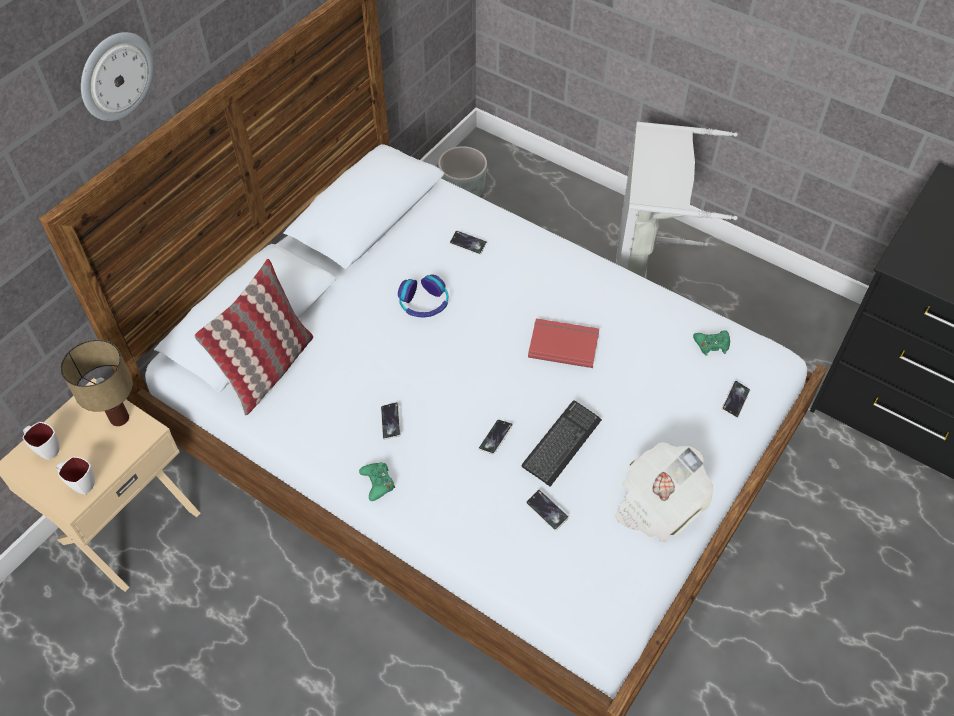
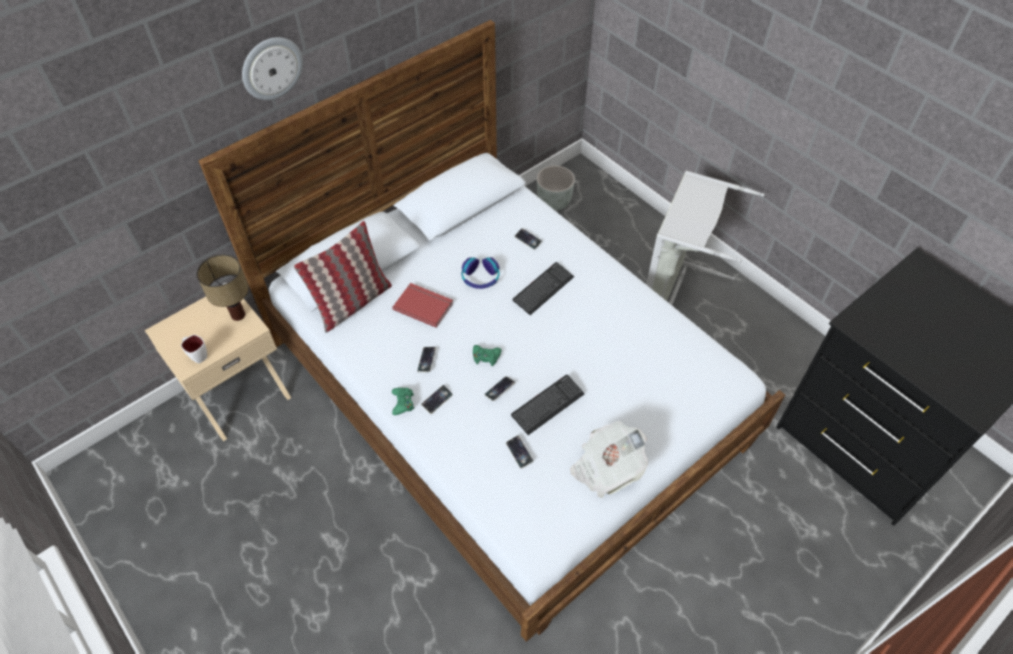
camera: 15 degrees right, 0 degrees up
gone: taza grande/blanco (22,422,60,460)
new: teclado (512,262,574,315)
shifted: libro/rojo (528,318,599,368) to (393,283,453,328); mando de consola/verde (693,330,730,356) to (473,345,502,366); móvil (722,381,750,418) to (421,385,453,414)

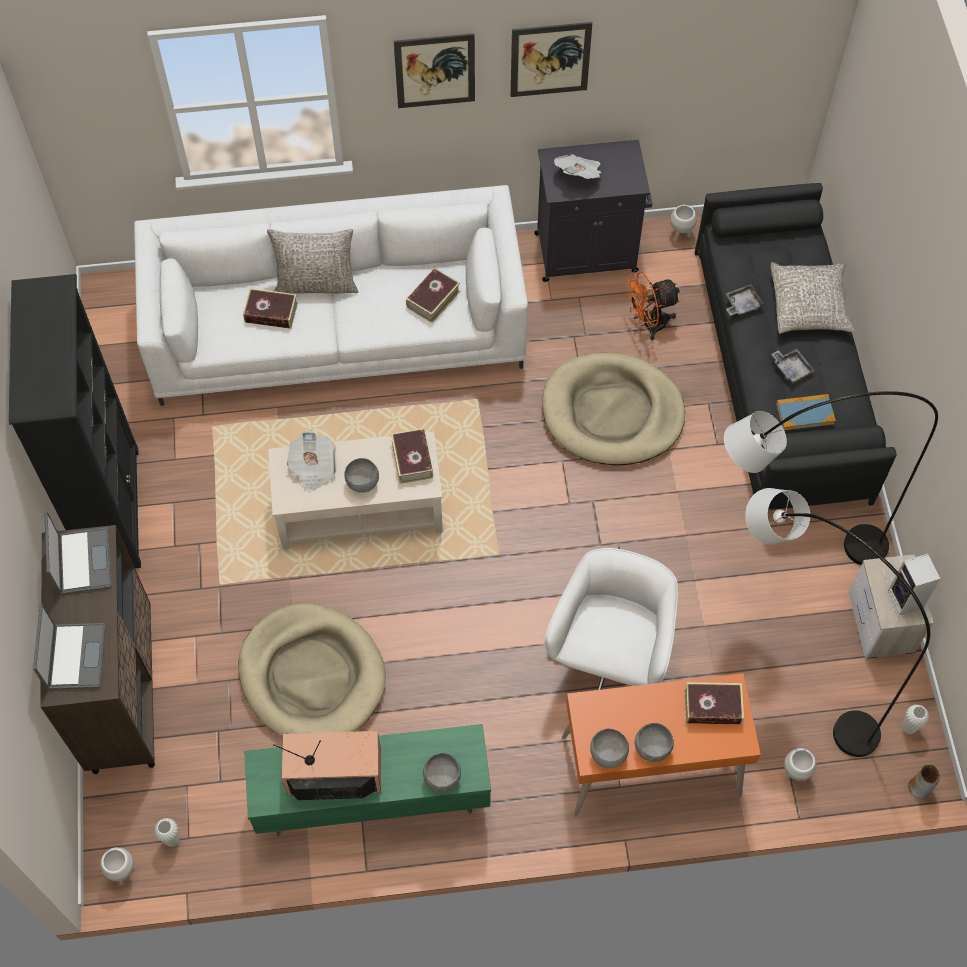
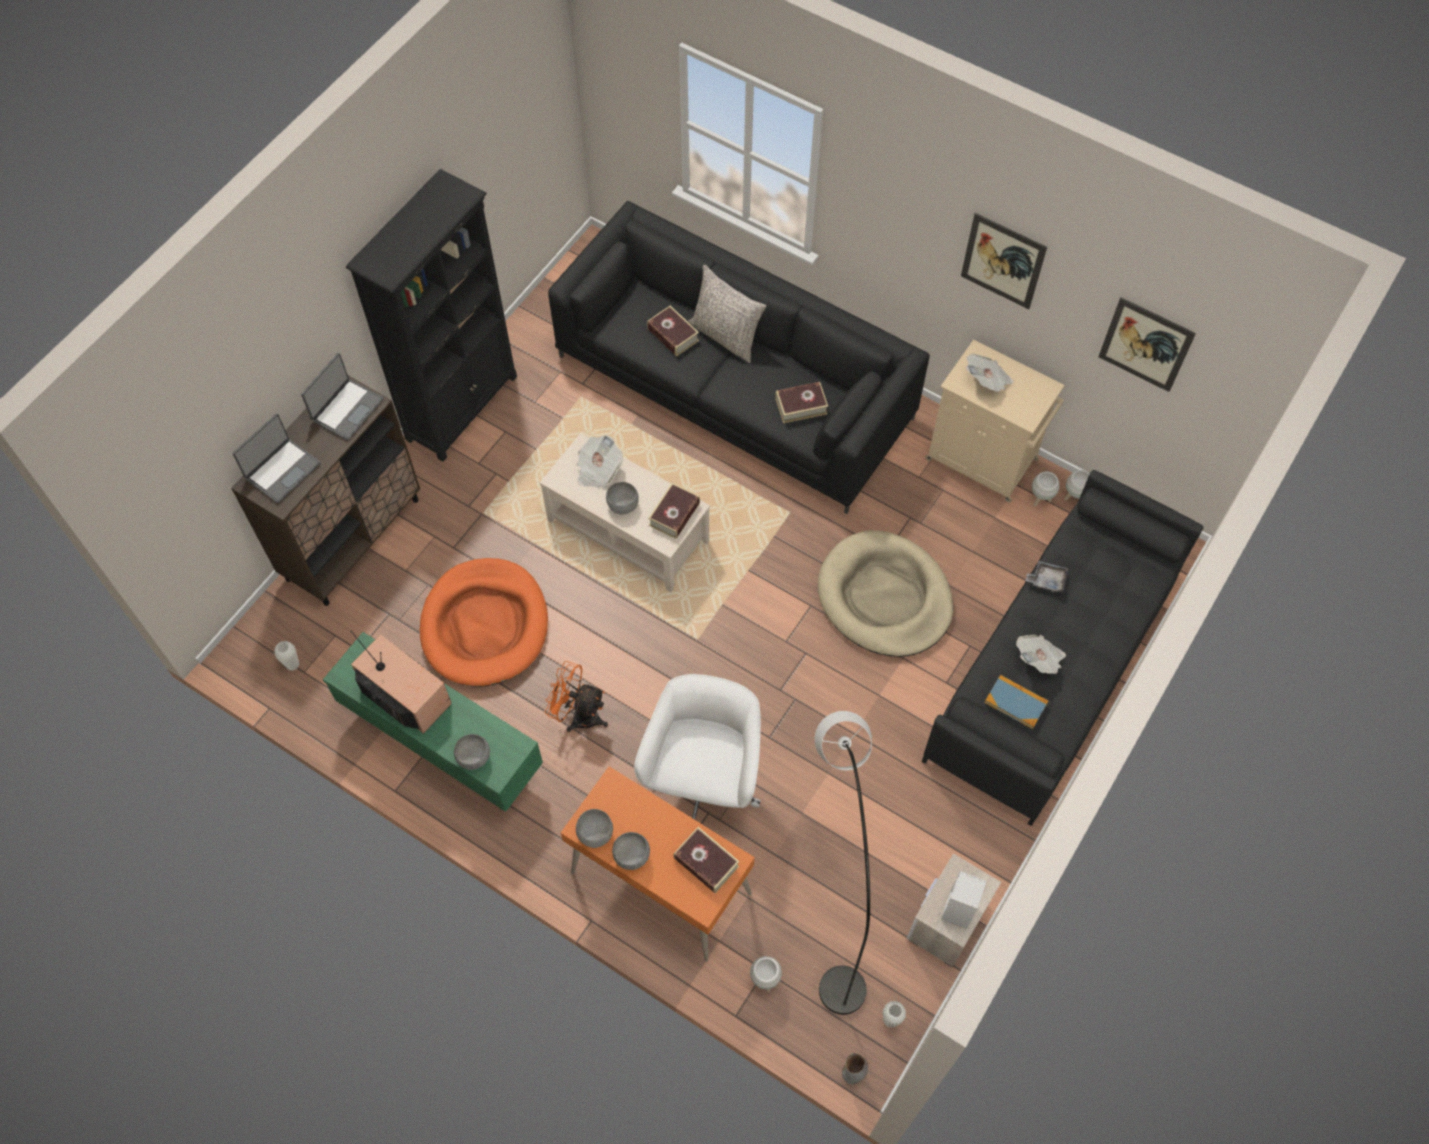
camera: 40 degrees right, 0 degrees up
gone: cojín/gris (771,262,855,334); lámpara de pie/gris (724,391,938,565)
shifted: cuadro (394,33,475,108) to (1098,297,1196,392); ventilador/naranja (625,271,680,340) to (544,661,608,732); maceta/blanco (100,847,135,885) to (1032,472,1060,506)
swapped: bandeja/gris (771,349,815,383) to periódico (1016,635,1066,674)
repainted: armario/negro (534,140,653,282) to armario/beis (925,340,1065,503); sofá/blanco (134,185,528,406) to sofá/negro (548,201,930,514); cama para perro/beis (239,603,386,737) to cama para perro/naranja (420,558,548,687)
rotated: silla de oficina/blanco (545,548,678,690) = (634,674,761,820) 45 degrees counterclockwise

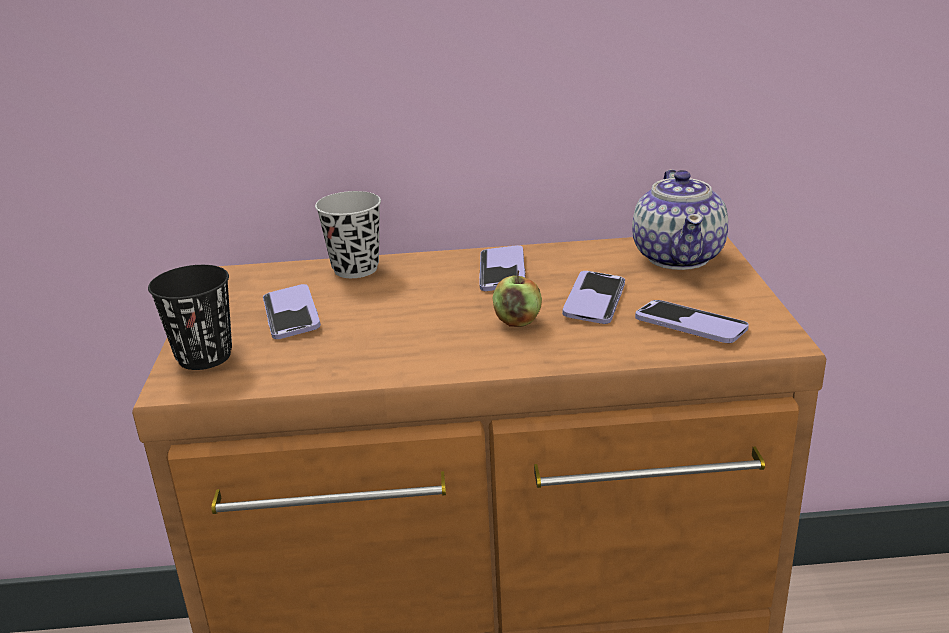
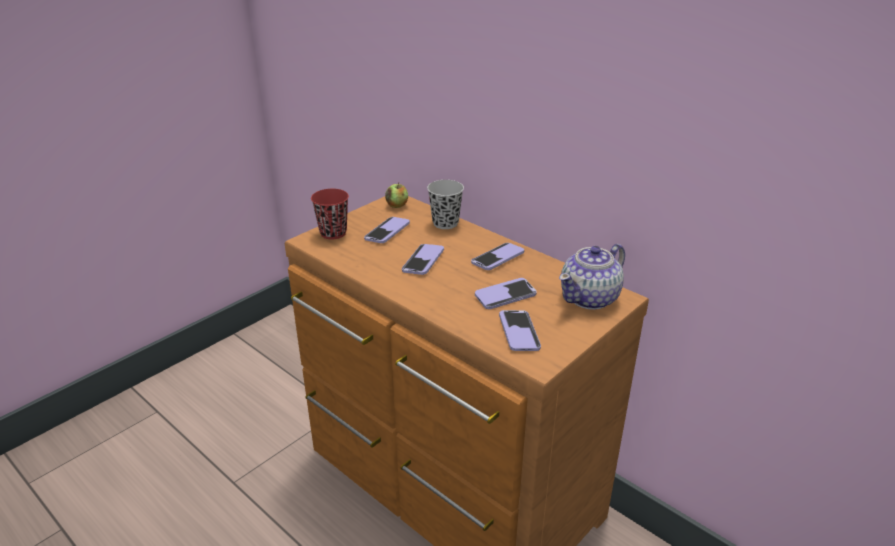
camera: 45 degrees right, 5 degrees up
new: móvil (402,244,444,275)
shifted: manzana (492,270,542,327) to (385,182,408,208)
repainted: taza/negro (148,265,232,370) to taza/rojo (311,189,349,240)

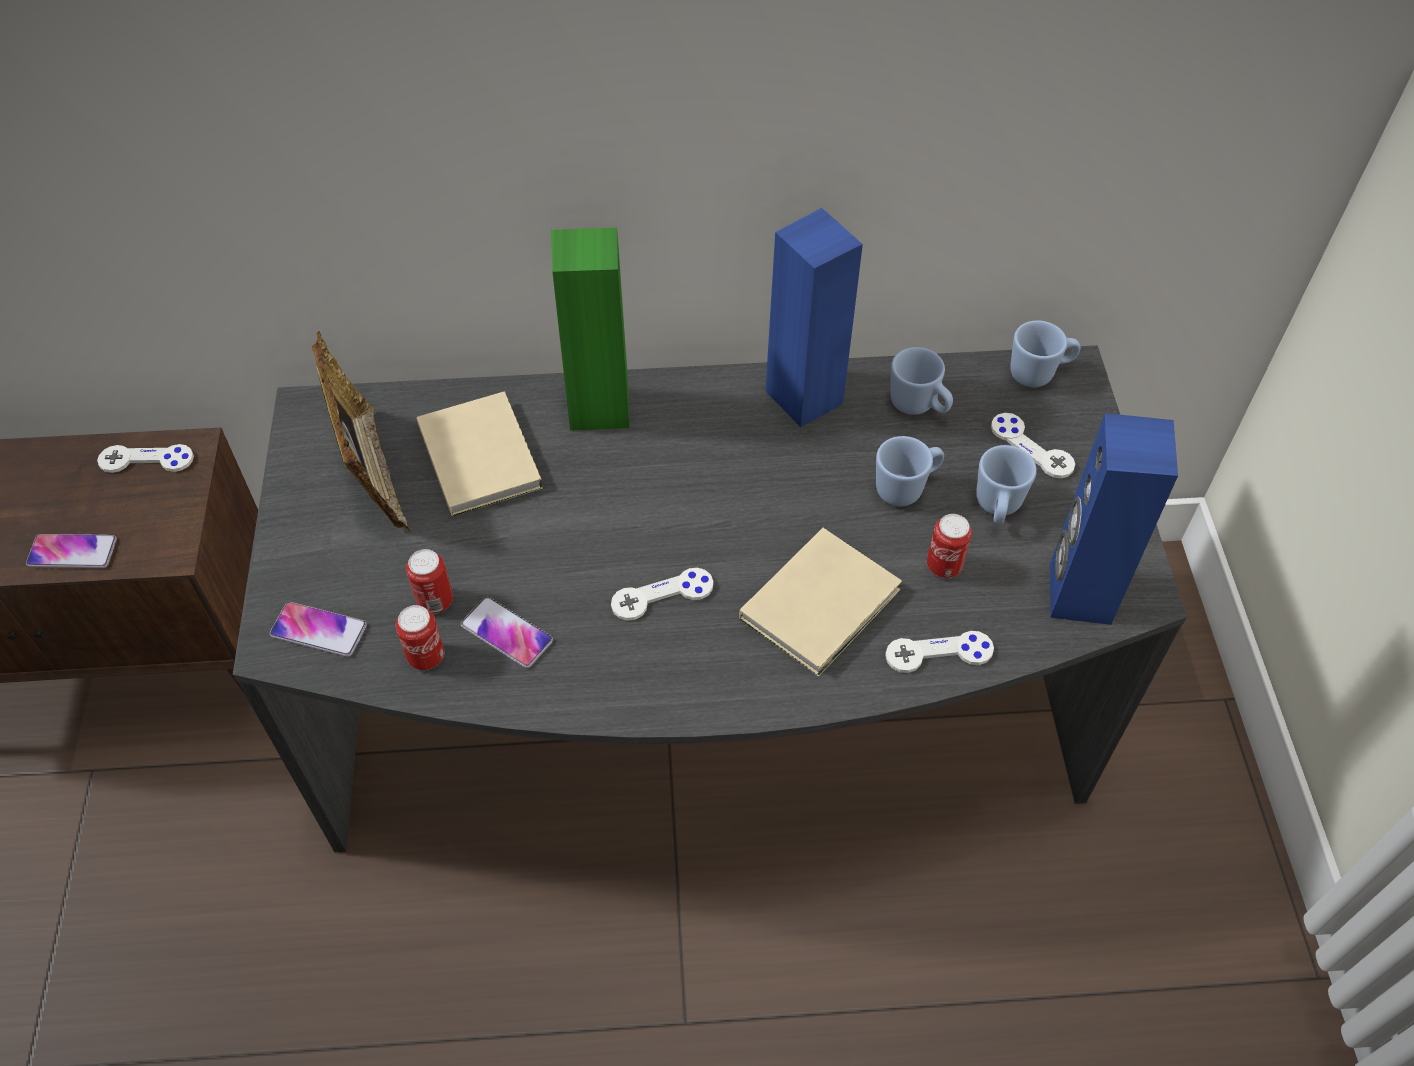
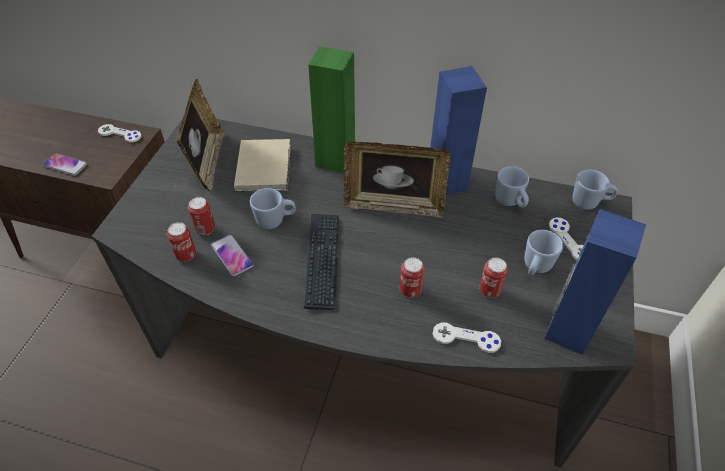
camera: 20 degrees right, 5 degrees down
gone: móvil (270,602,367,657)
new: portarretratos (344,142,451,218)
shifted: taza grande/azul (876,436,944,506) to (250,188,296,229)
swapped: libro/beis (739,528,902,677) to lata (400,257,425,298); mando de consola/blanco (611,568,713,621) to teclado (304,214,339,310)

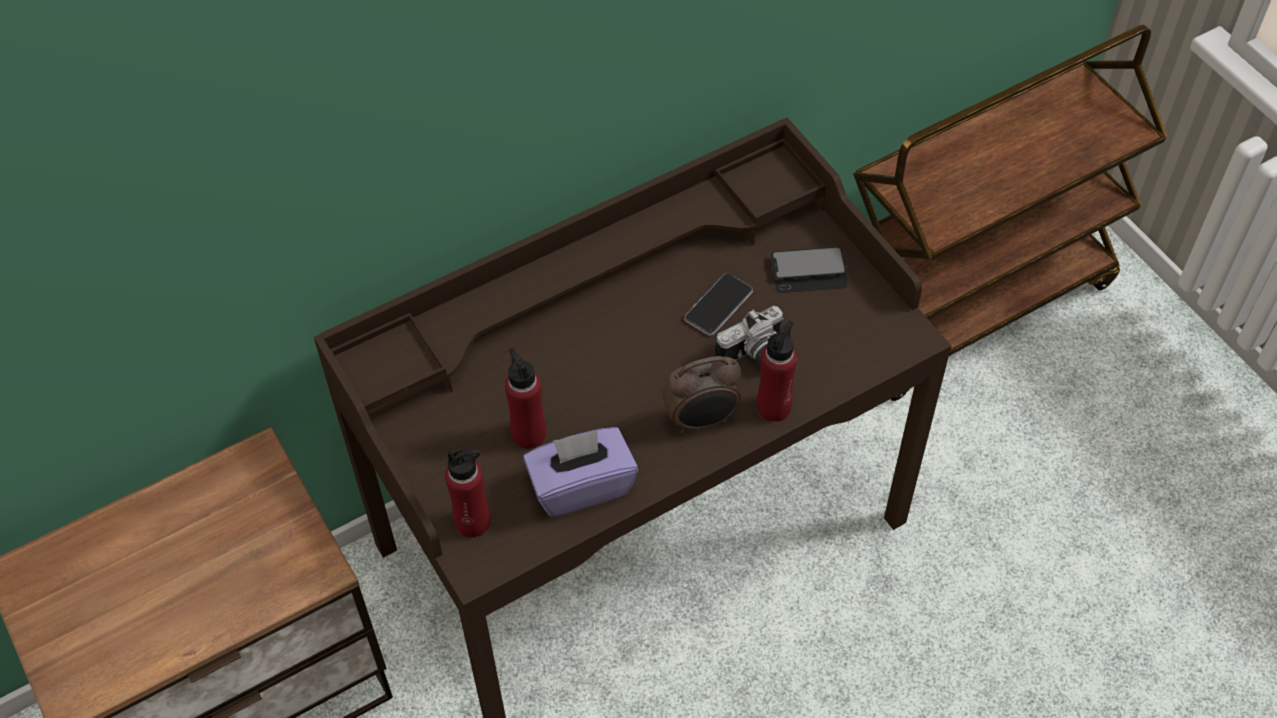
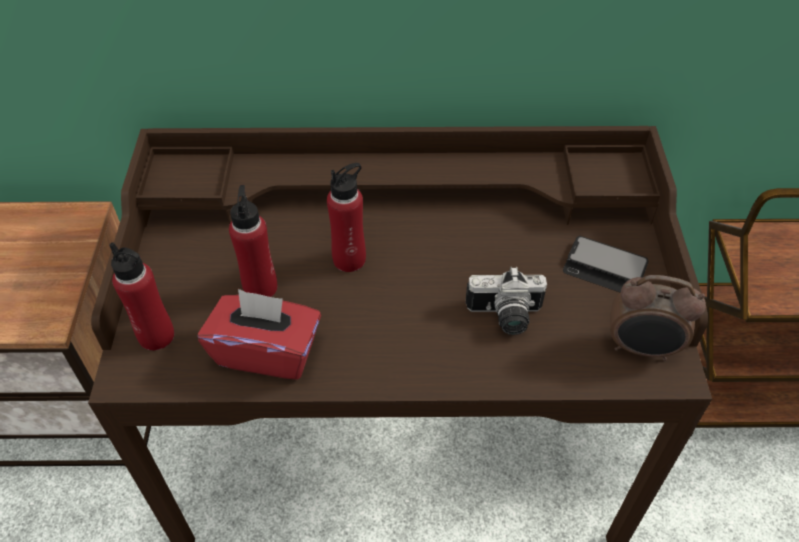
camera: 30 degrees right, 5 degrees down
gone: móvil (684,273,753,336)
shifted: botella/rojo (757,321,797,422) to (327,163,366,272); despertador (663,356,741,434) to (610,275,706,361)
repainted: caja de pañuelos/morado (523,427,638,517) to caja de pañuelos/rojo (198,289,321,380)

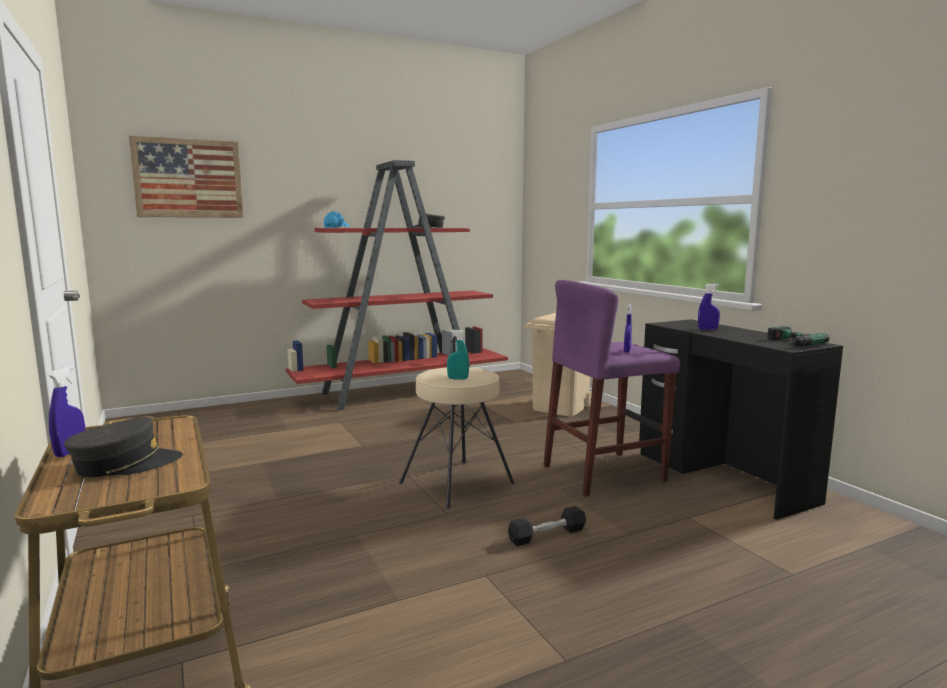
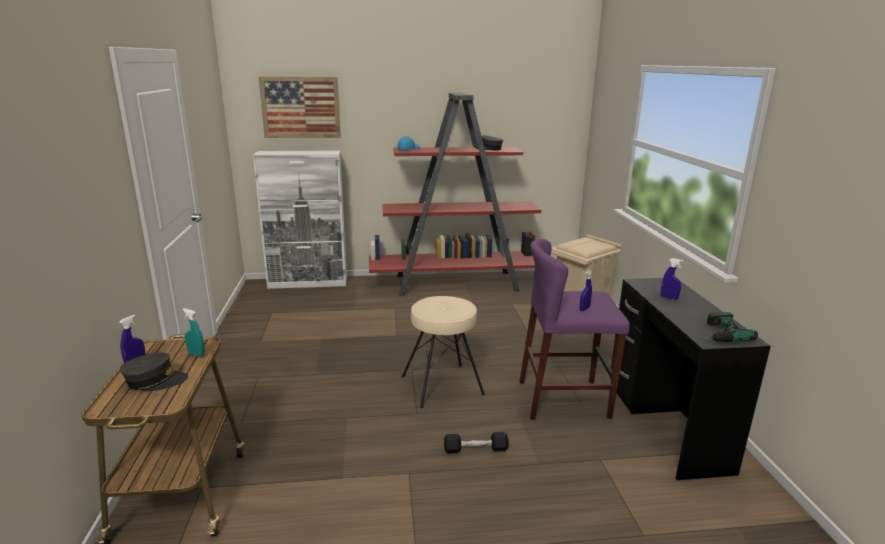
camera: 20 degrees right, 10 degrees up
new: armario/blanco (253,151,347,289)
shifted: pulverizador/turquesa (447,330,469,379) to (182,308,205,357)

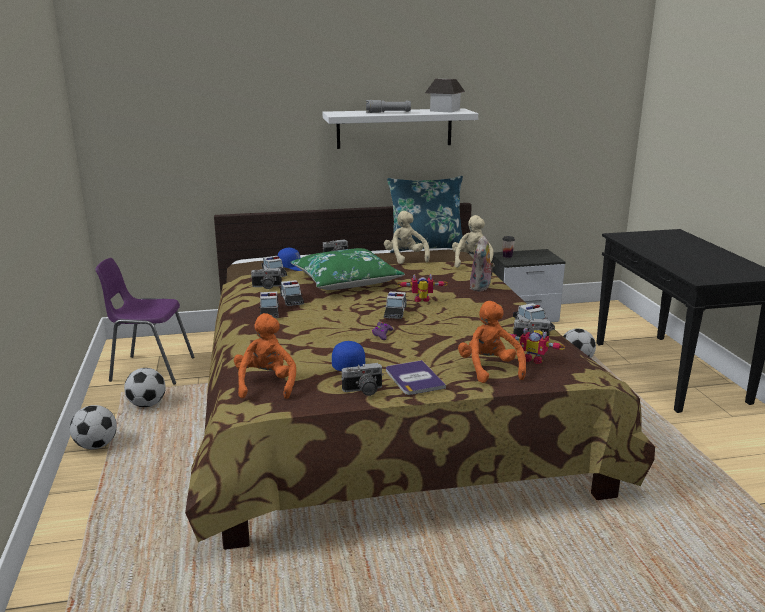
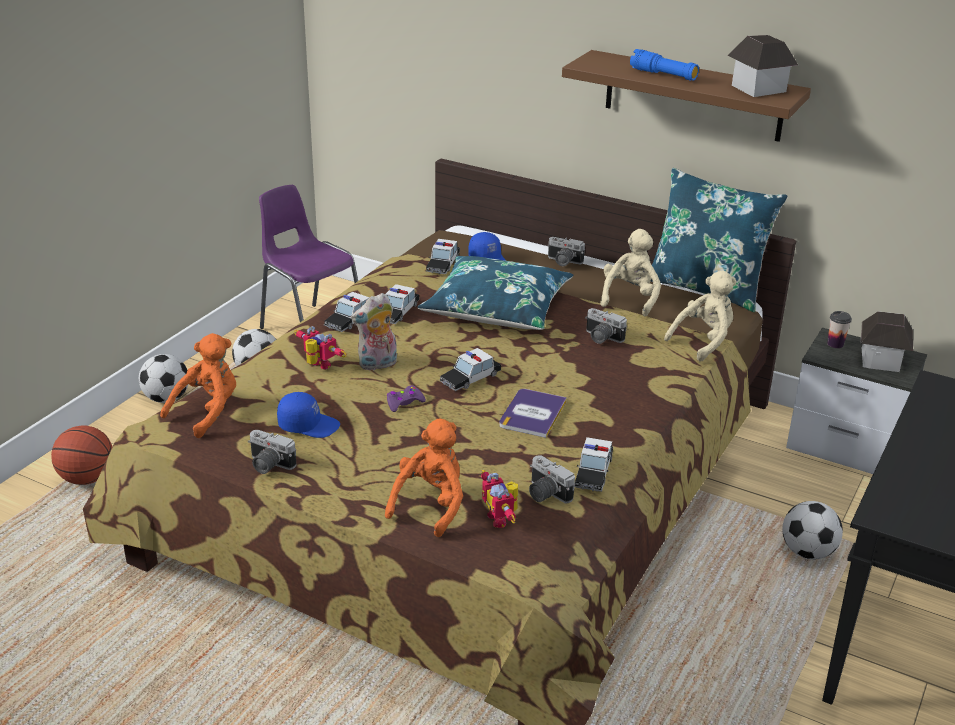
camera: 40 degrees right, 10 degrees up
new: casita (861,311,913,372); balón de baloncesto (51,425,112,485)
shifted: peluche (470,236,495,292) to (351,293,397,371); cámara (251,268,282,289) to (586,308,627,344); robot de juguete (397,274,448,302) to (294,326,346,369); libro (386,360,446,395) to (499,389,567,438)
repainted: linterna/gris (366,100,411,113) to linterna/azul (630,49,699,81); estante/blanco (323,108,478,149) to estante/marrón (562,50,811,142); cojín/verde (290,248,405,290) to cojín/azul (417,256,573,330)
rotated: gorra/azul (332,341,365,371) = (277,392,340,438) 60 degrees clockwise

